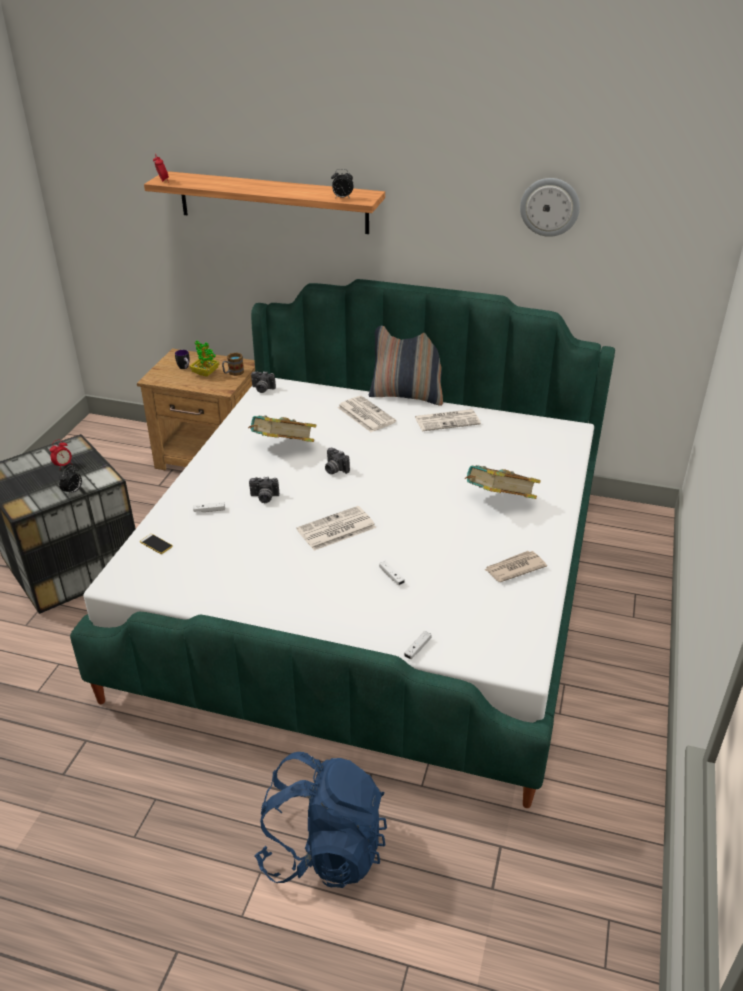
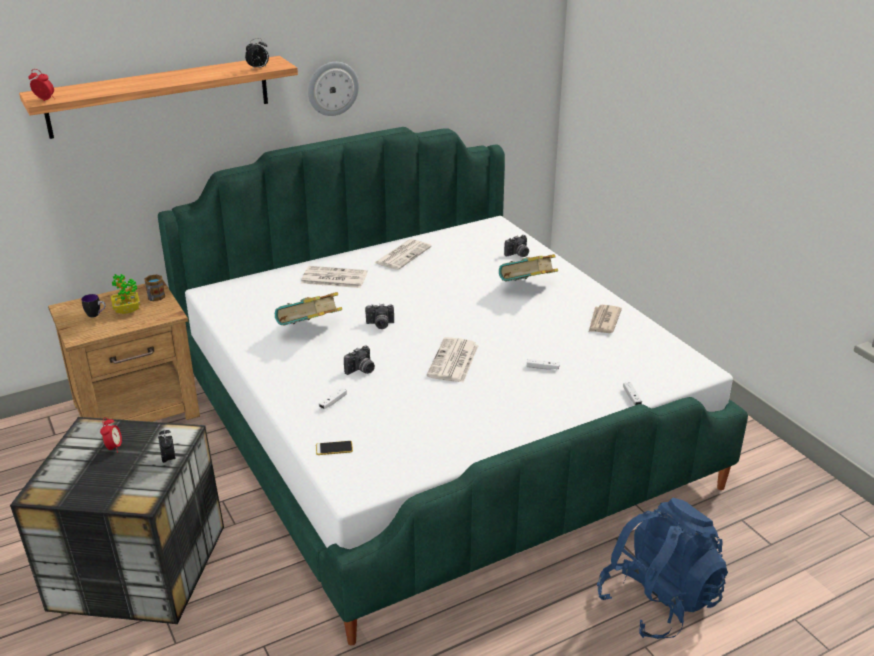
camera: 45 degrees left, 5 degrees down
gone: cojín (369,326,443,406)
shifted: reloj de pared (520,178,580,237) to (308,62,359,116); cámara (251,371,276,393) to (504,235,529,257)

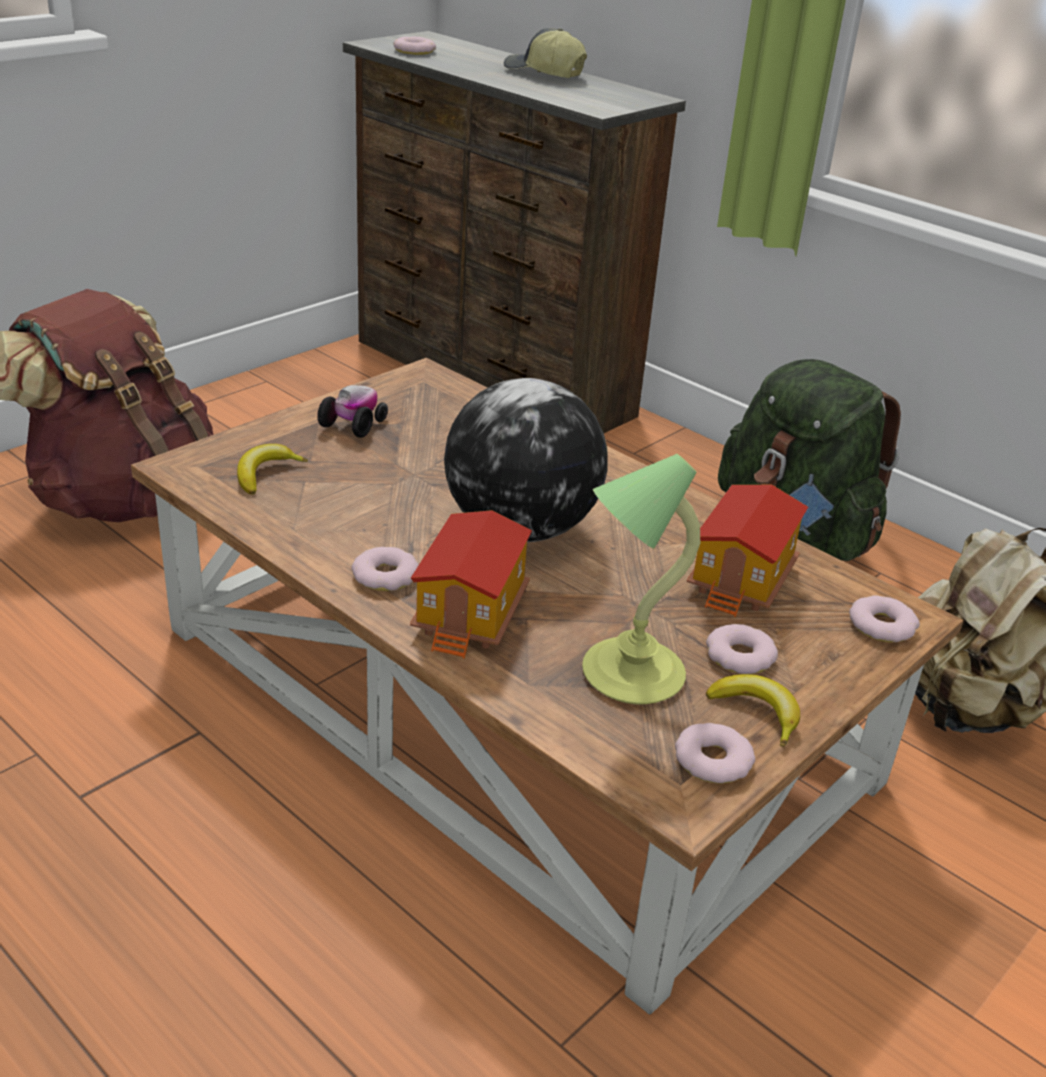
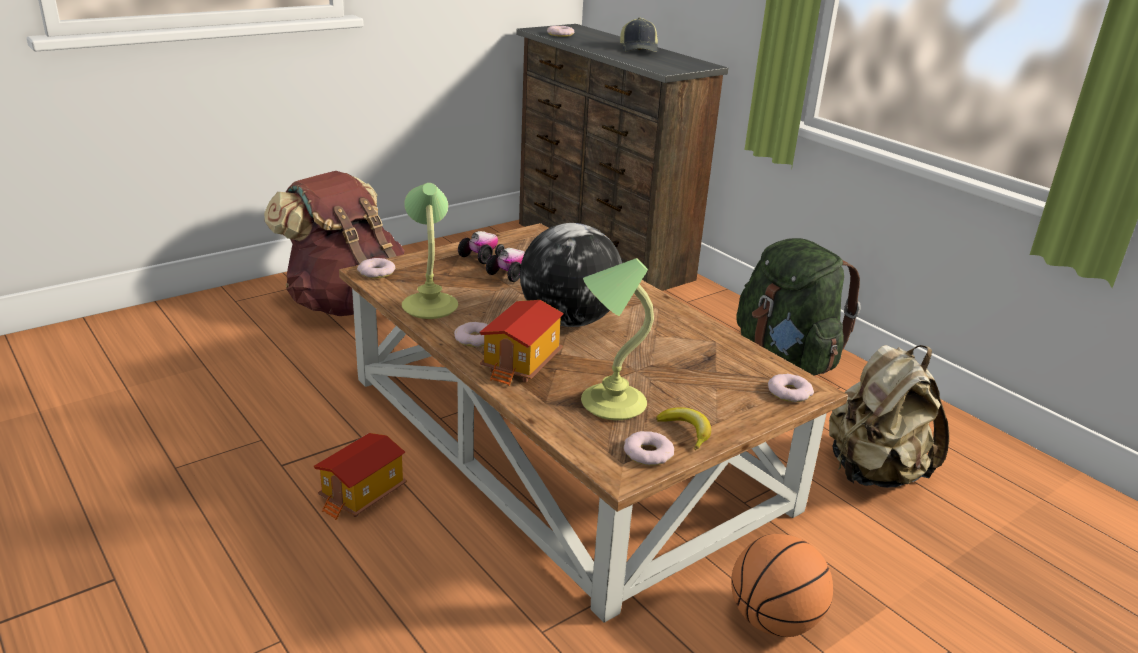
camera: 10 degrees right, 5 degrees down
gone: plátano (237,444,308,495)
new: lámpara de mesa (402,183,458,319); coche de juguete (486,248,525,282); balón de baloncesto (731,534,833,637)
shifted: casita (687,485,808,617) to (314,433,407,520); rosquilla (706,624,778,674) to (357,258,395,278)
rotated: gorra (504,28,587,78) = (620,17,658,52) 135 degrees counterclockwise

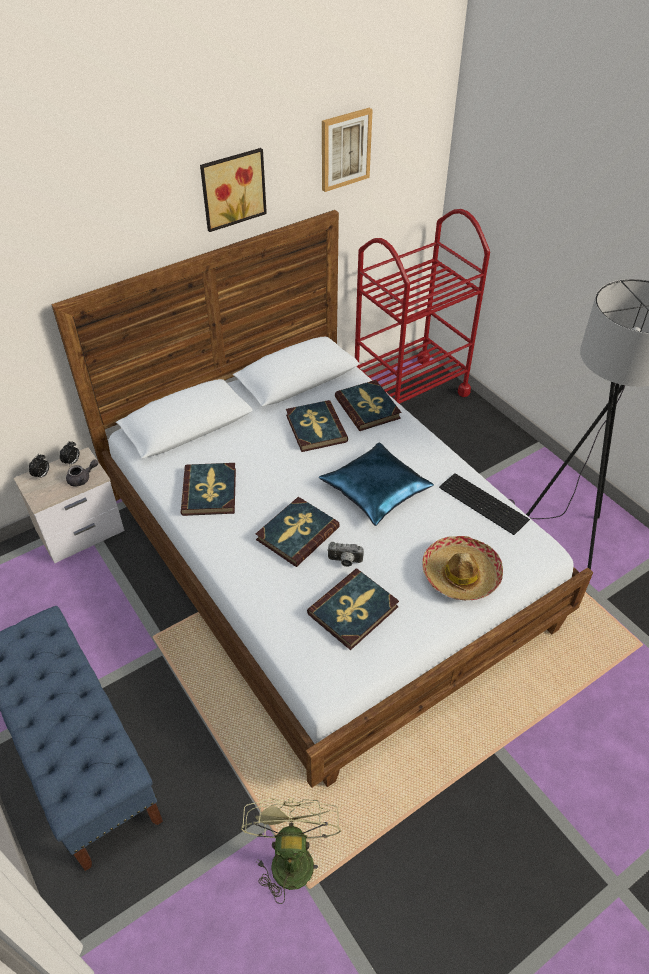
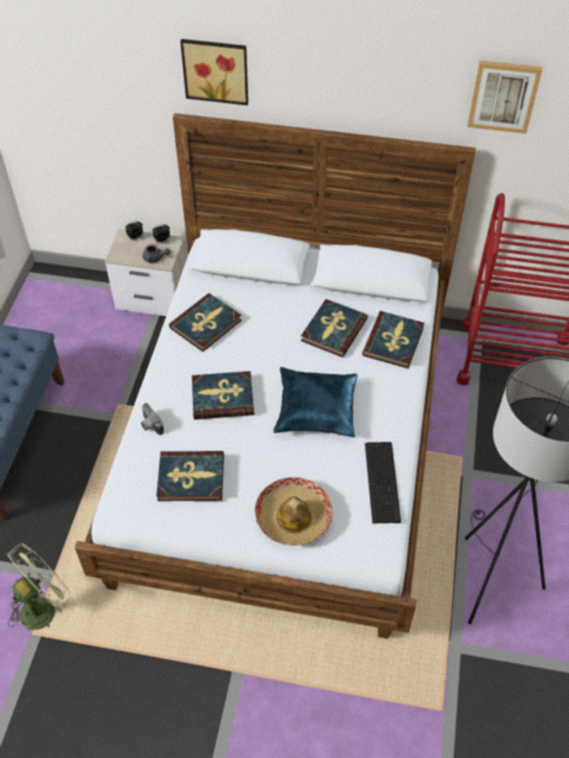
camera: 45 degrees right, 5 degrees up
shifted: cuadro (200,148,267,232) to (180,39,248,105); cámara (328,542,364,567) to (141,403,164,435)

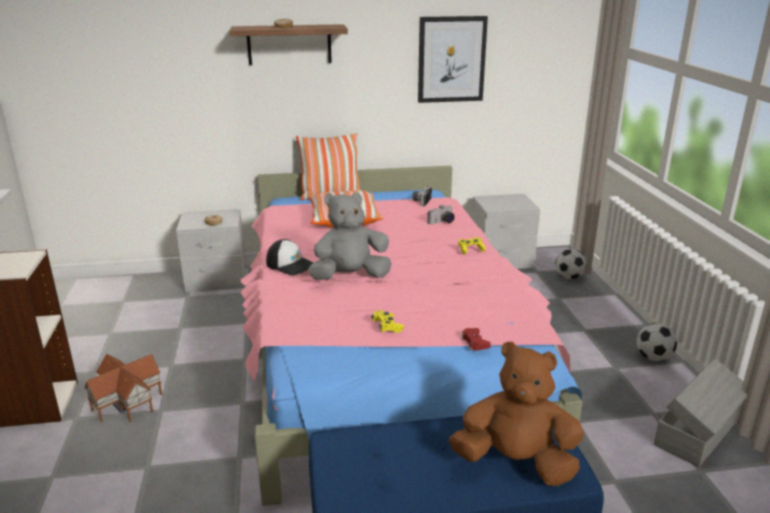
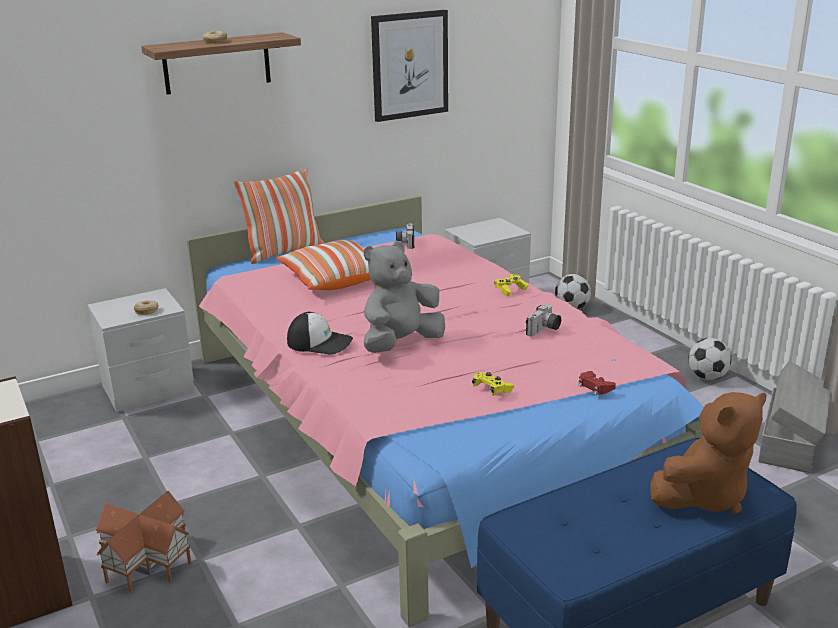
camera: 20 degrees left, 0 degrees up
shifted: cámara (428,205,455,225) to (526,304,561,337)
rotated: peluche/marrón (449,342,584,486) = (650,392,767,514) 150 degrees clockwise

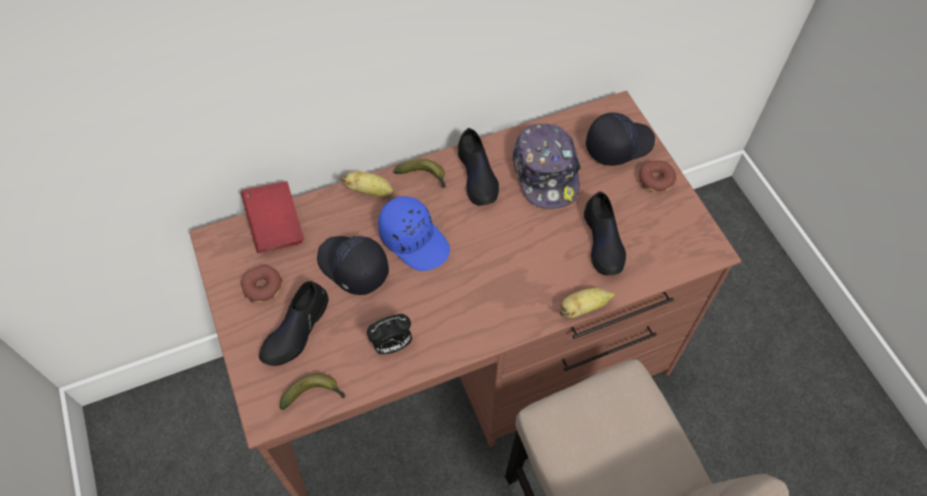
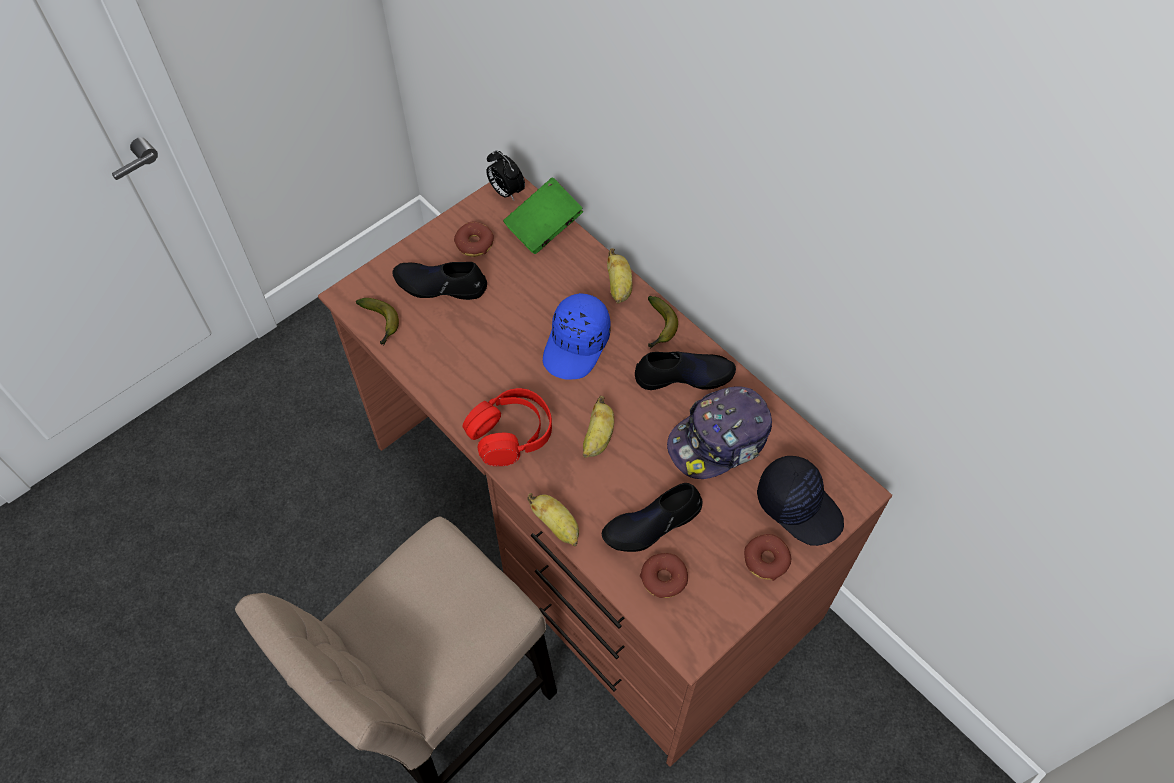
camera: 70 degrees right, 0 degrees up
gone: gorra/negro (317,236,389,295)
new: auriculares/rojo (463,388,552,466); plátano (583,396,614,458); rosquilla (640,553,688,598)
shifted: despertador (367,314,412,354) to (486,150,525,200)
repainted: libro/rojo (241,181,304,253) to libro/verde (503,177,583,254)
rotated: zapato/negro (458,128,499,206) = (635,352,736,390) 150 degrees counterclockwise

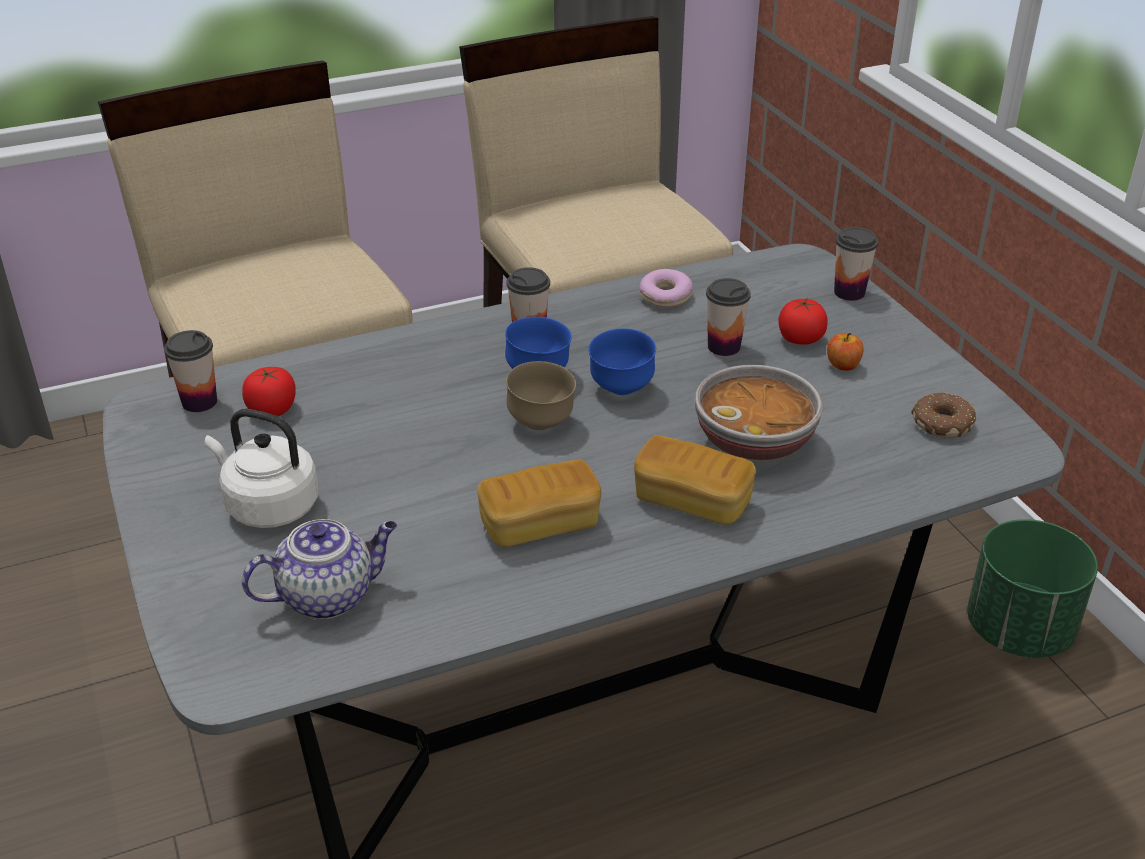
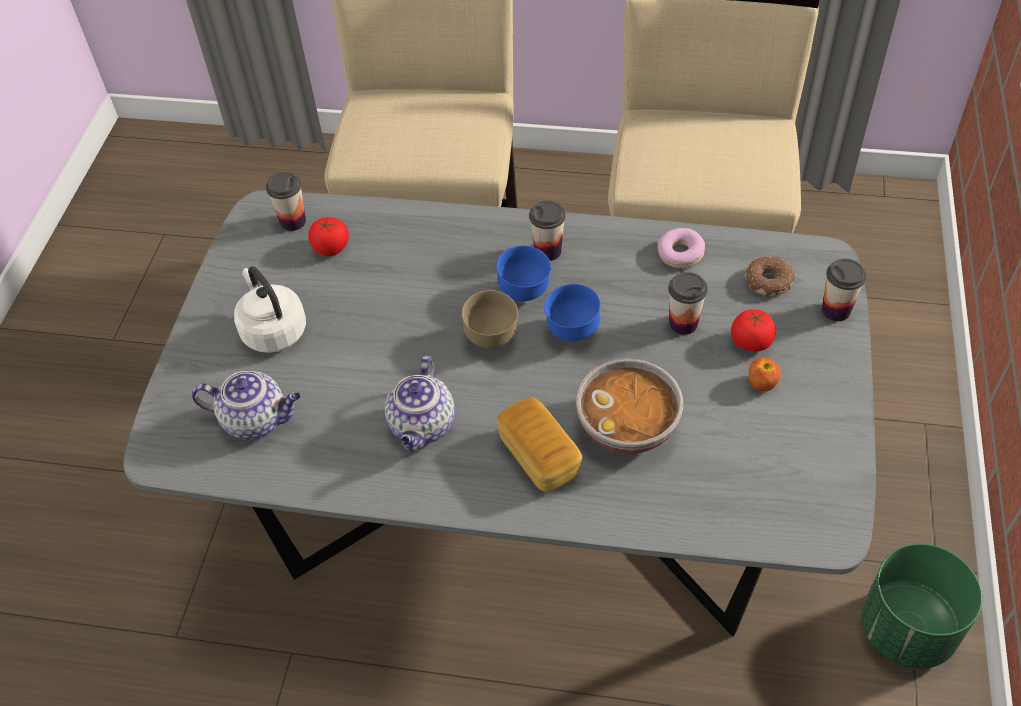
camera: 35 degrees right, 15 degrees up
shifted: rosquilla (911,392,976,438) to (745,256,796,297)
swapped: pan (477,460,601,547) to tetera (385,356,455,452)

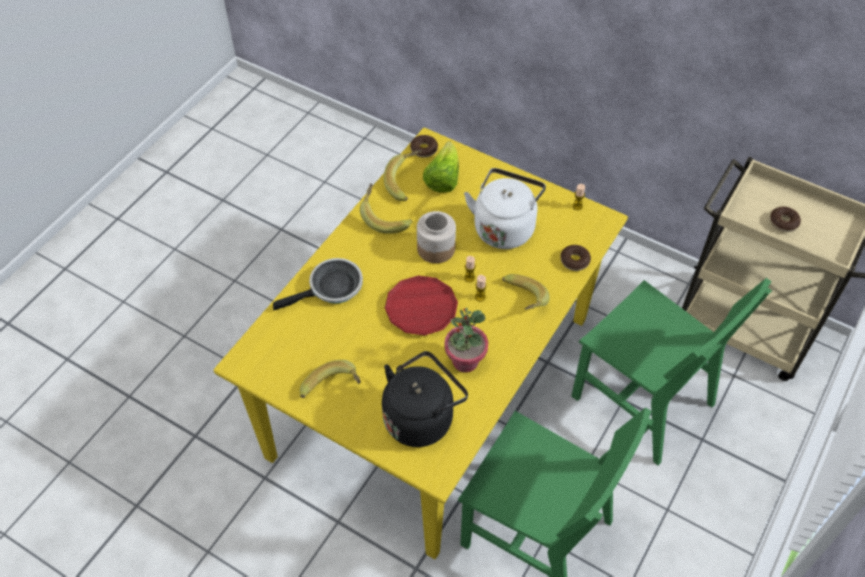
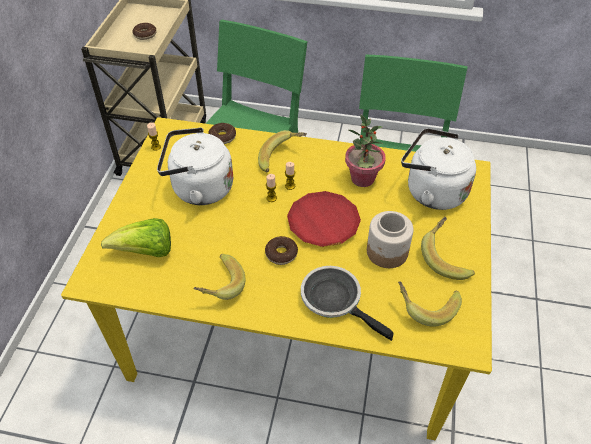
camera: 110 degrees left, 5 degrees down
shifted: rosquilla (410,135,438,158) to (265,236,298,265); plátano (384,150,422,201) to (398,281,462,327); tarro (417,211,456,263) to (367,211,413,268)
repainted: hervidor/negro (382,351,468,447) to hervidor/blanco (401,128,476,210)

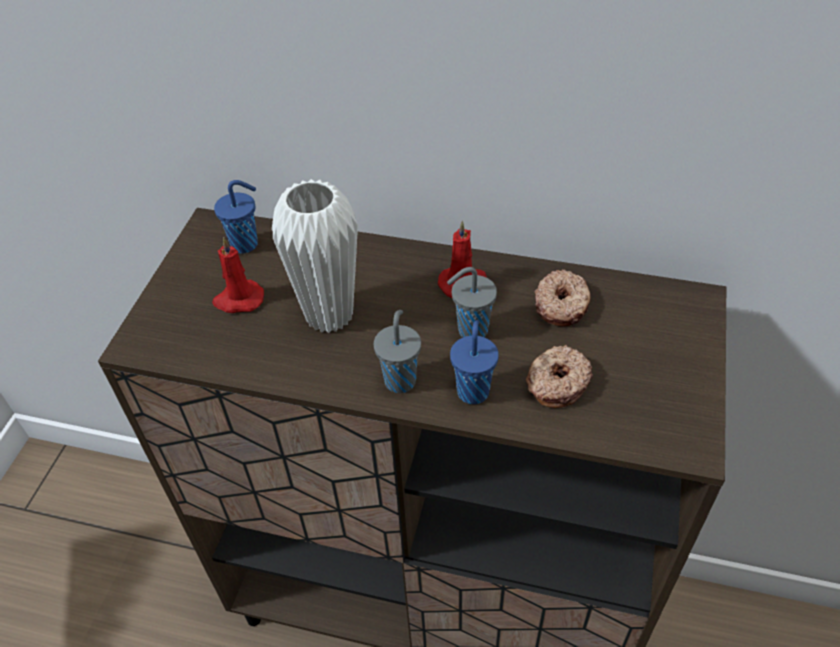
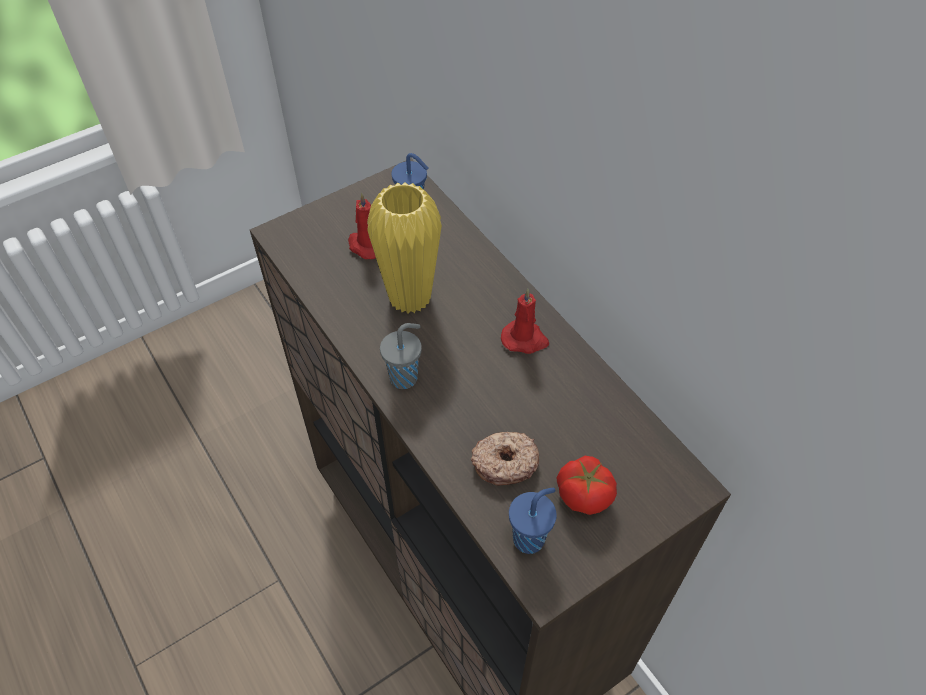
camera: 40 degrees right, 5 degrees up
gone: taza/gris (447,267,497,337); rosquilla (534,269,591,326)
new: tomate (557,456,617,515)
shifted: taza/azul (450,320,499,404) to (509,488,557,554)
repainted: florero/blanco (272,179,358,333) to florero/amarillo (367,182,442,313)

